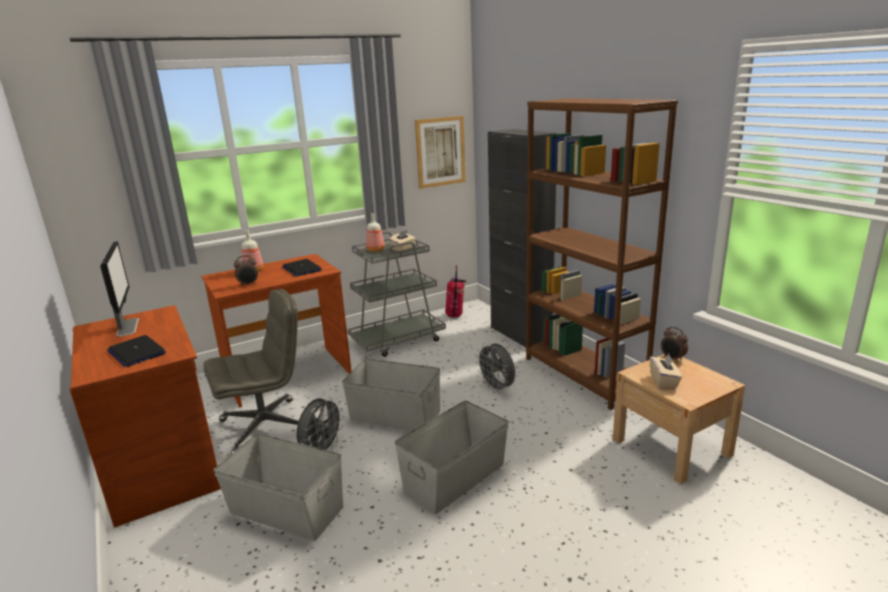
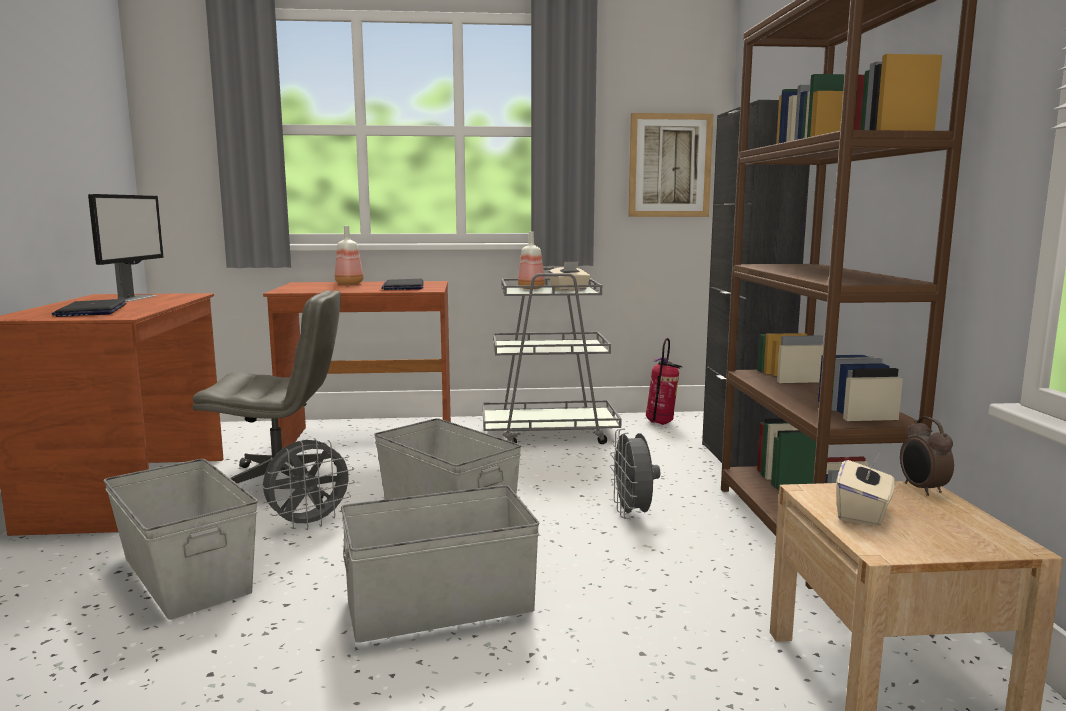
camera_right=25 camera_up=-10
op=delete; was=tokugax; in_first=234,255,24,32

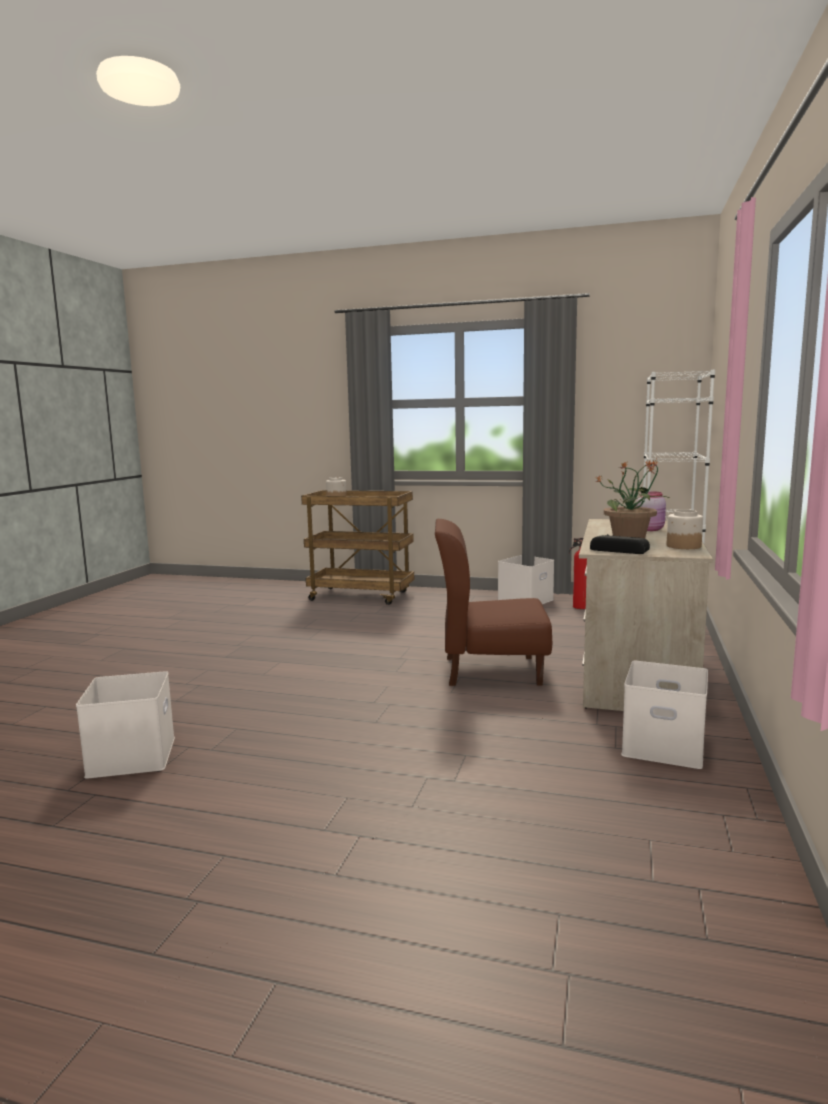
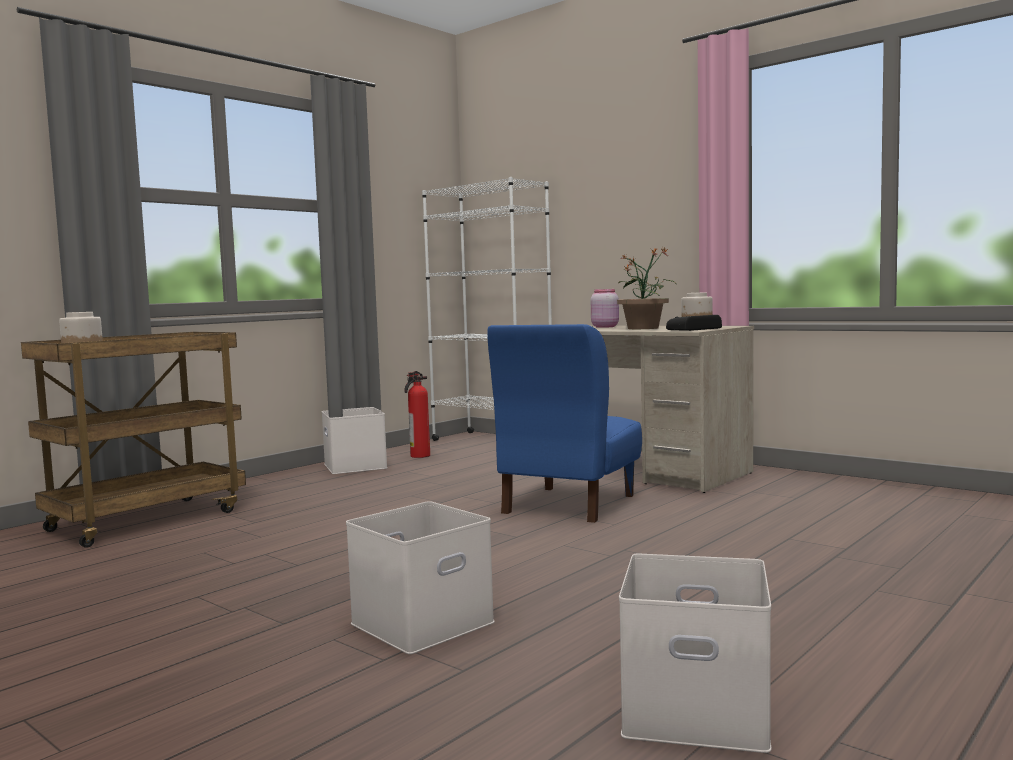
camera_right=-65 camera_up=-5
op=move; was=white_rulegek; in_first=621,661,87,108; in_second=346,501,149,153
op=recolor; was=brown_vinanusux; now=blue_vinanusux; in_first=435,519,117,167; in_second=487,324,155,199

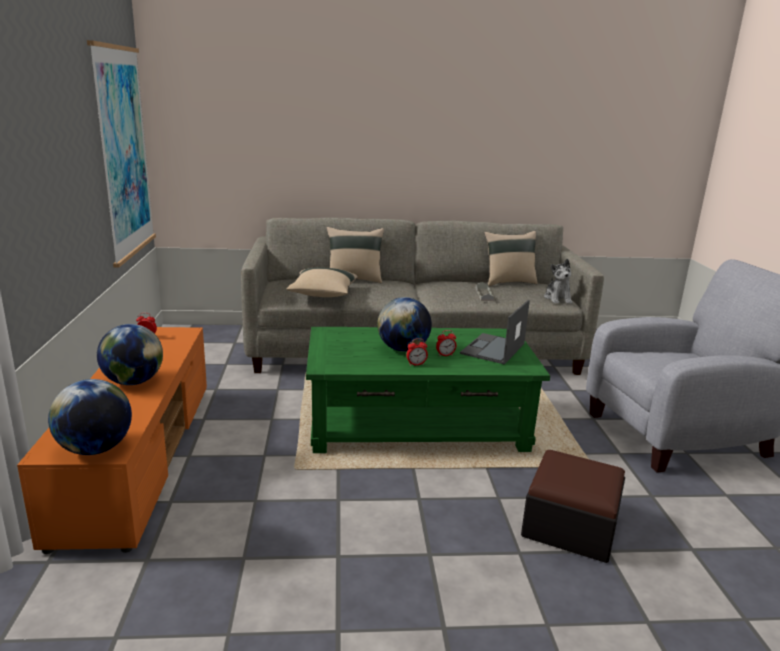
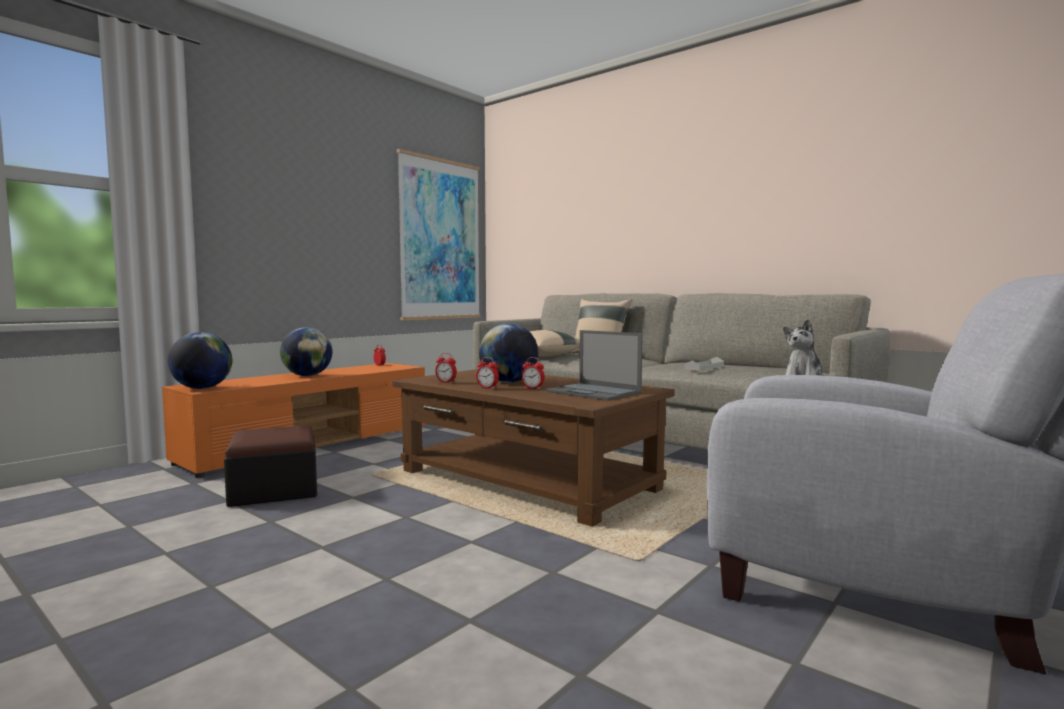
camera_right=45 camera_up=-15
op=move; was=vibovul; in_first=521,450,104,113; in_second=224,425,93,82
op=recolor; was=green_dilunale; now=brown_dilunale; in_first=306,327,244,126; in_second=392,369,283,158
op=insert; now=tokugax; in_second=435,353,22,29
op=rotate; was=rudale; in_first=460,300,70,64; in_second=545,330,98,71; clockwise=-120
op=delete; was=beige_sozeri; in_first=484,231,54,55

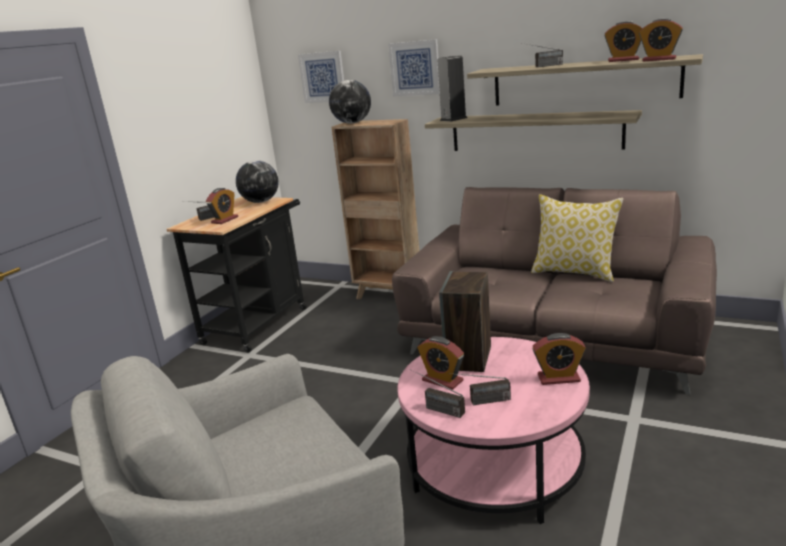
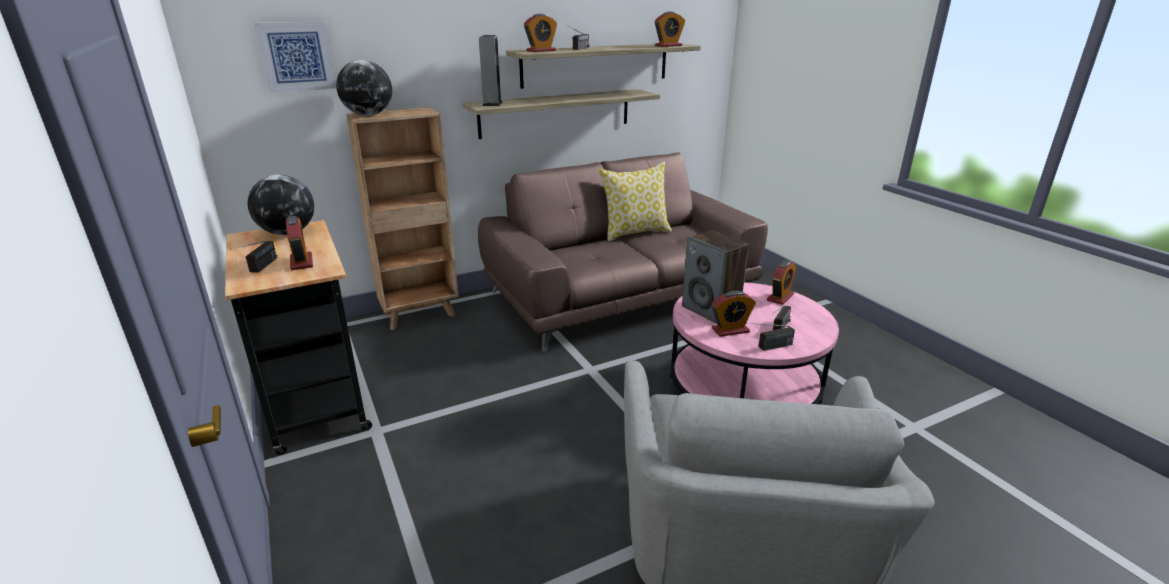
camera_right=-55 camera_up=5
op=move; was=tokugax; in_first=604,21,39,41; in_second=524,14,33,38
op=delete; was=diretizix; in_first=388,39,52,58

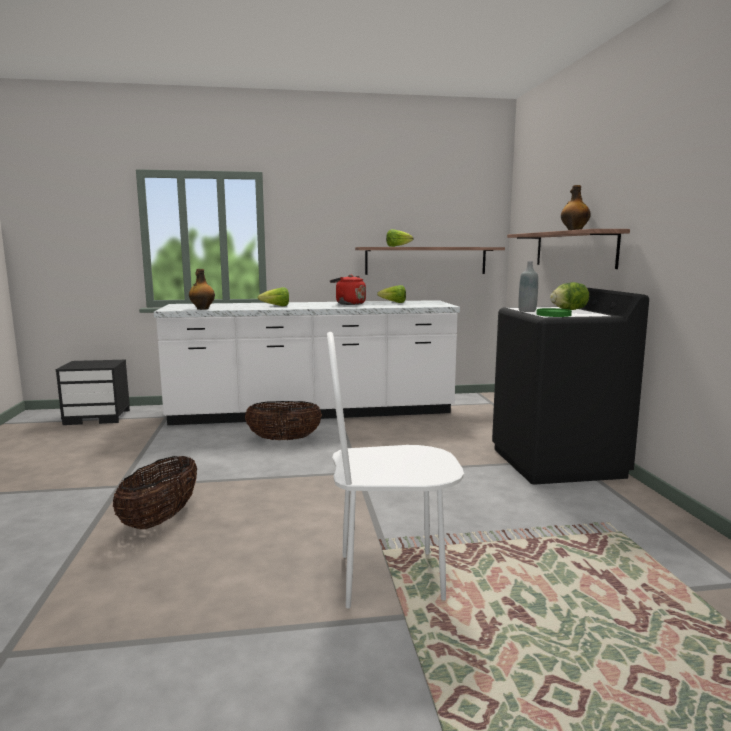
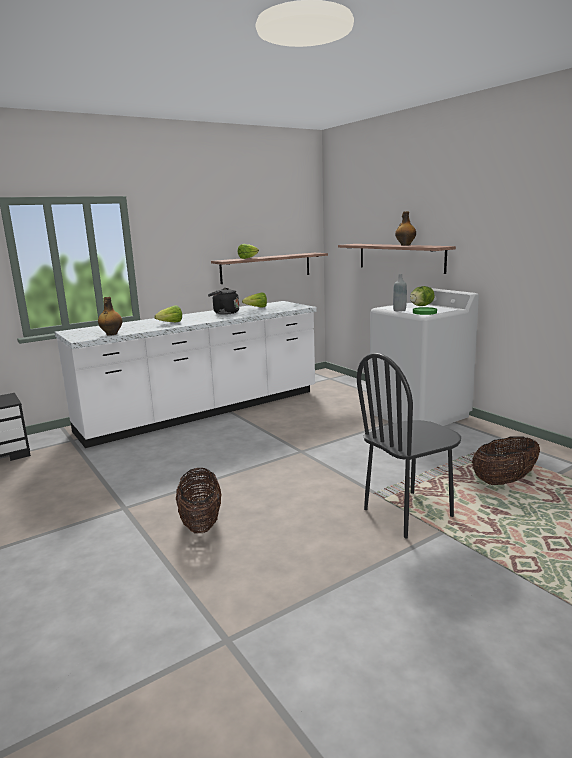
camera_right=-25 camera_up=5
op=recolor; was=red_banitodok; now=black_banitodok; in_first=330,275,36,30; in_second=208,288,31,27
op=recolor; was=white_vinanusux; now=black_vinanusux; in_first=327,332,137,277; in_second=357,353,104,185
op=recolor; was=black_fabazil; now=white_fabazil; in_first=492,288,157,196; in_second=370,288,109,138
op=move; was=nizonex; in_first=245,401,77,39; in_second=472,437,68,48

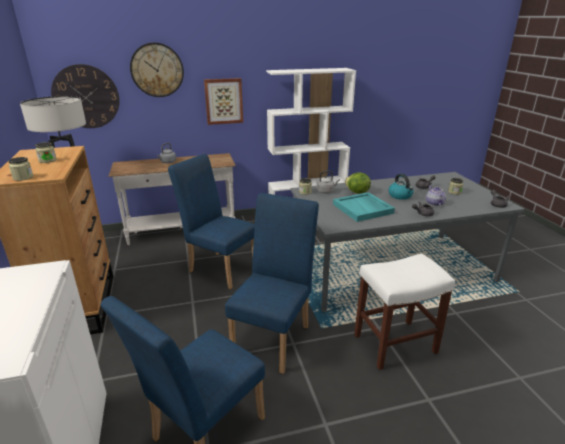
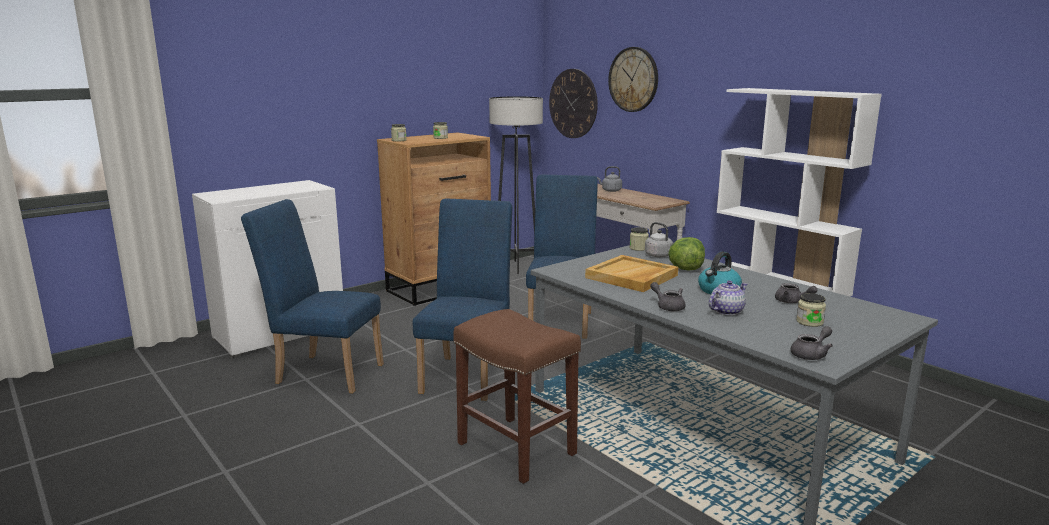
camera_right=65 camera_up=-10
op=rotate; was=blue_vinanusux; in_first=225,193,94,181; in_second=413,198,99,203; clockwise=-75
op=recolor; was=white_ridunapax; now=brown_ridunapax; in_first=354,253,101,117; in_second=453,309,128,175
op=recolor; was=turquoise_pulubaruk; now=beige_pulubaruk; in_first=333,192,62,30; in_second=585,255,93,37
op=delete; was=diretizix; in_first=204,78,39,47

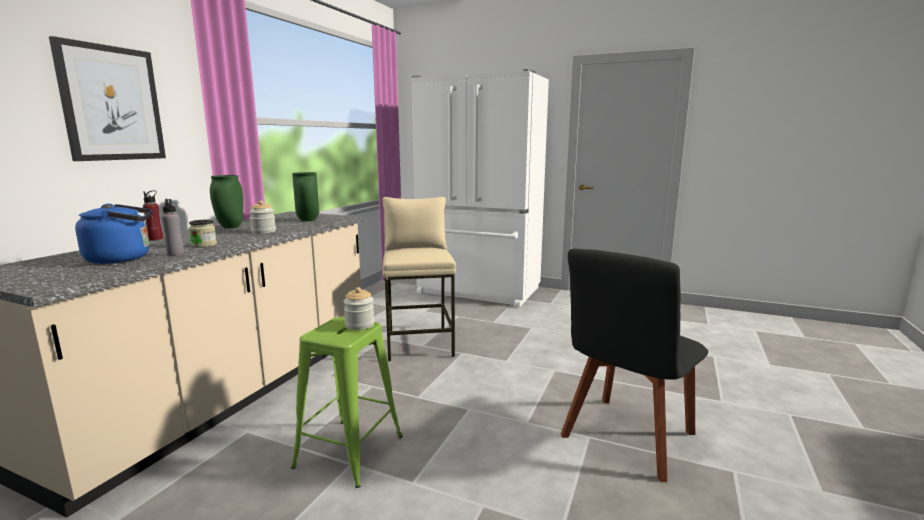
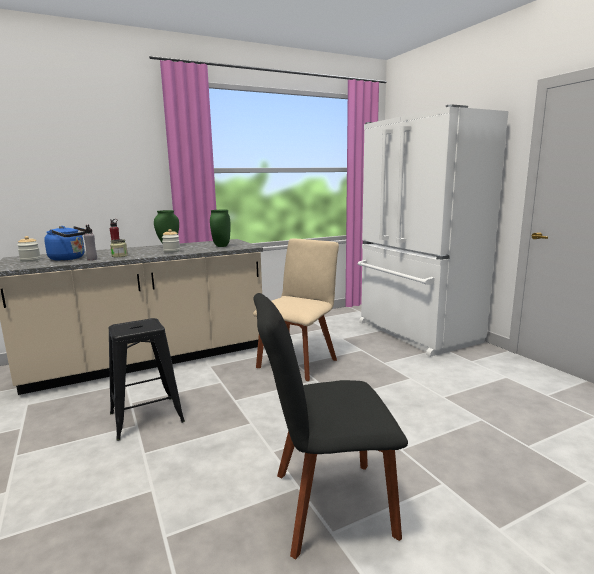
camera_right=40 camera_up=0
op=move; was=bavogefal; in_first=343,287,31,43; in_second=17,236,24,26
op=recolor; was=green_ridunapax; now=black_ridunapax; in_first=291,317,112,171; in_second=109,318,76,123
op=replace; was=beige_ridunapax; now=beige_vinanusux; in_first=383,197,73,164; in_second=253,239,86,142
op=delete; was=diretizix; in_first=49,36,117,125

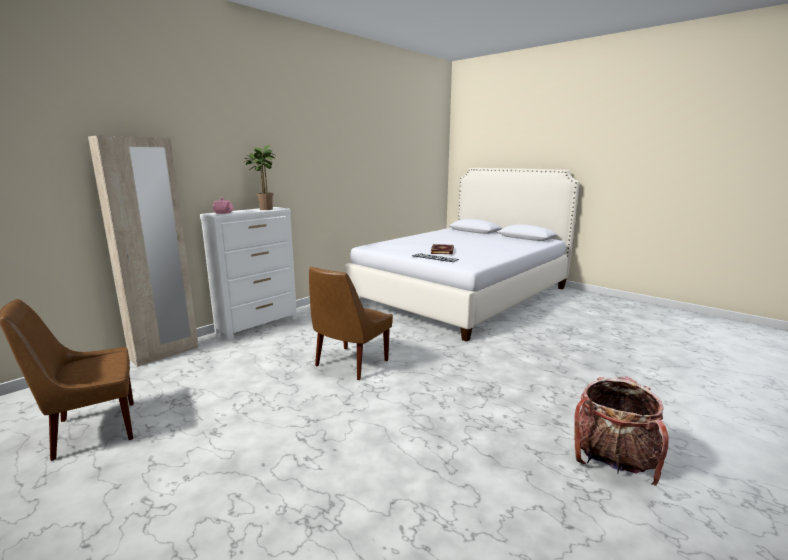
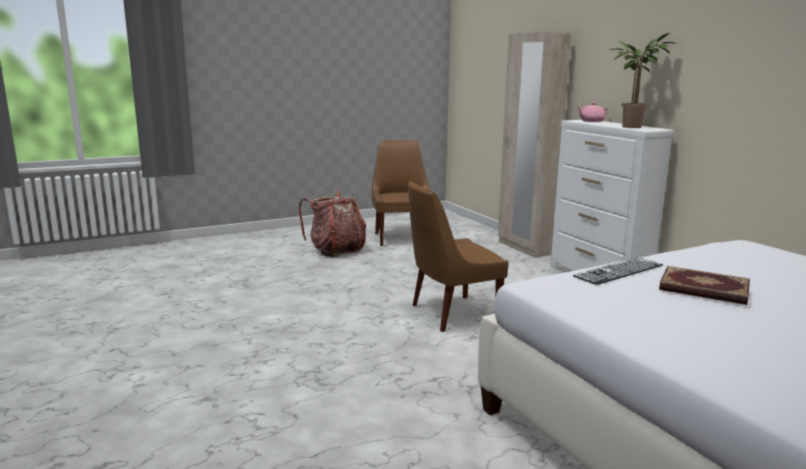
camera_right=110 camera_up=0
op=move; was=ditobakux; in_first=574,376,95,110; in_second=299,191,67,66
op=rotate; was=brown_vinanusux; in_first=309,267,84,113; in_second=408,181,101,151; clockwise=-75

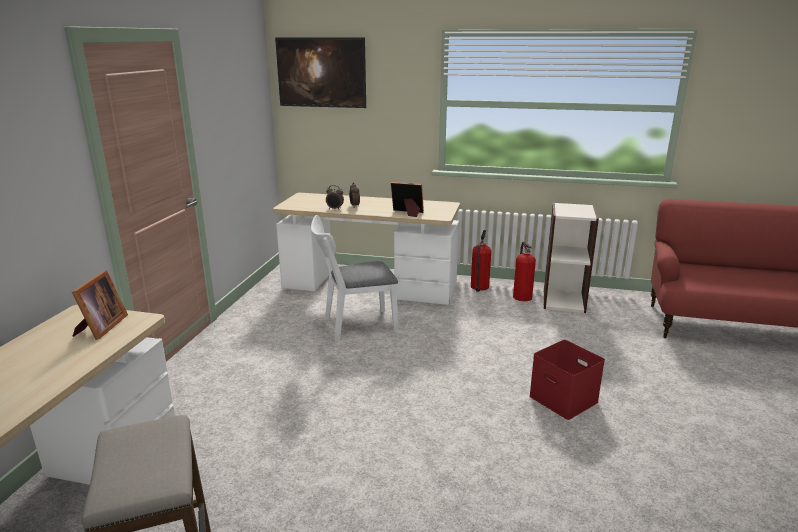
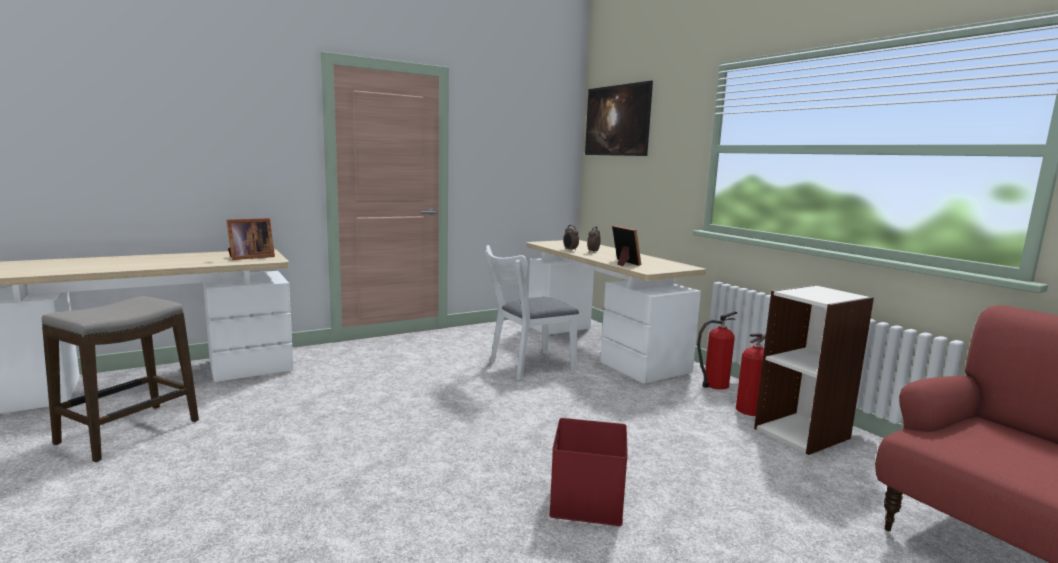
camera_right=45 camera_up=-10
op=rotate; was=white_vinanusux; in_first=311,215,87,127; in_second=485,245,94,135; clockwise=-60

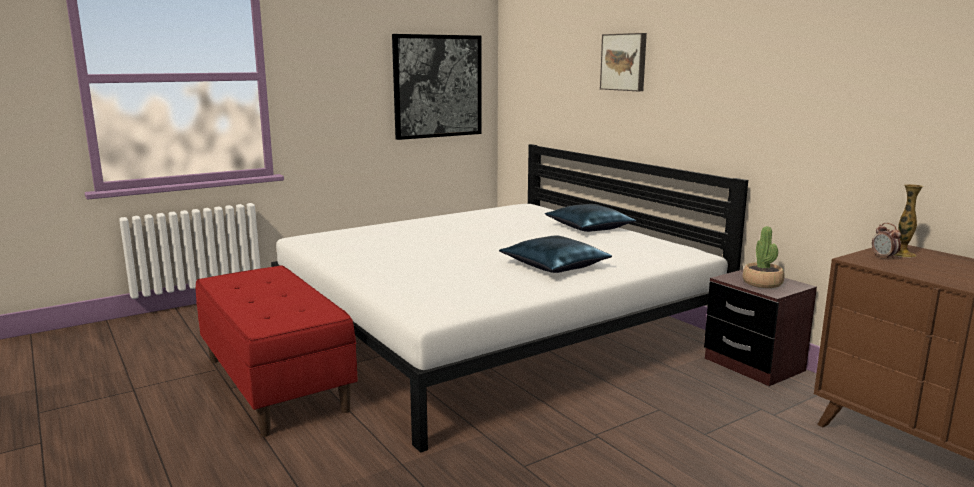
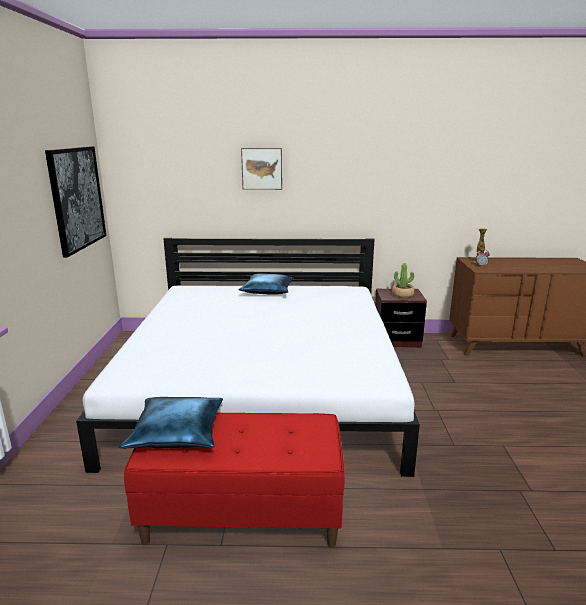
camera_right=-55 camera_up=5
op=move; was=blue_sozeri; in_first=499,235,113,38; in_second=118,397,105,52

